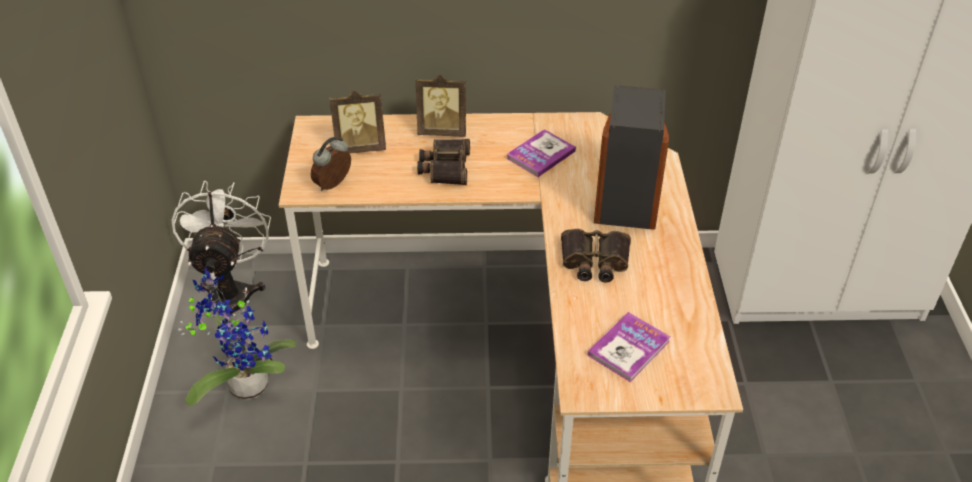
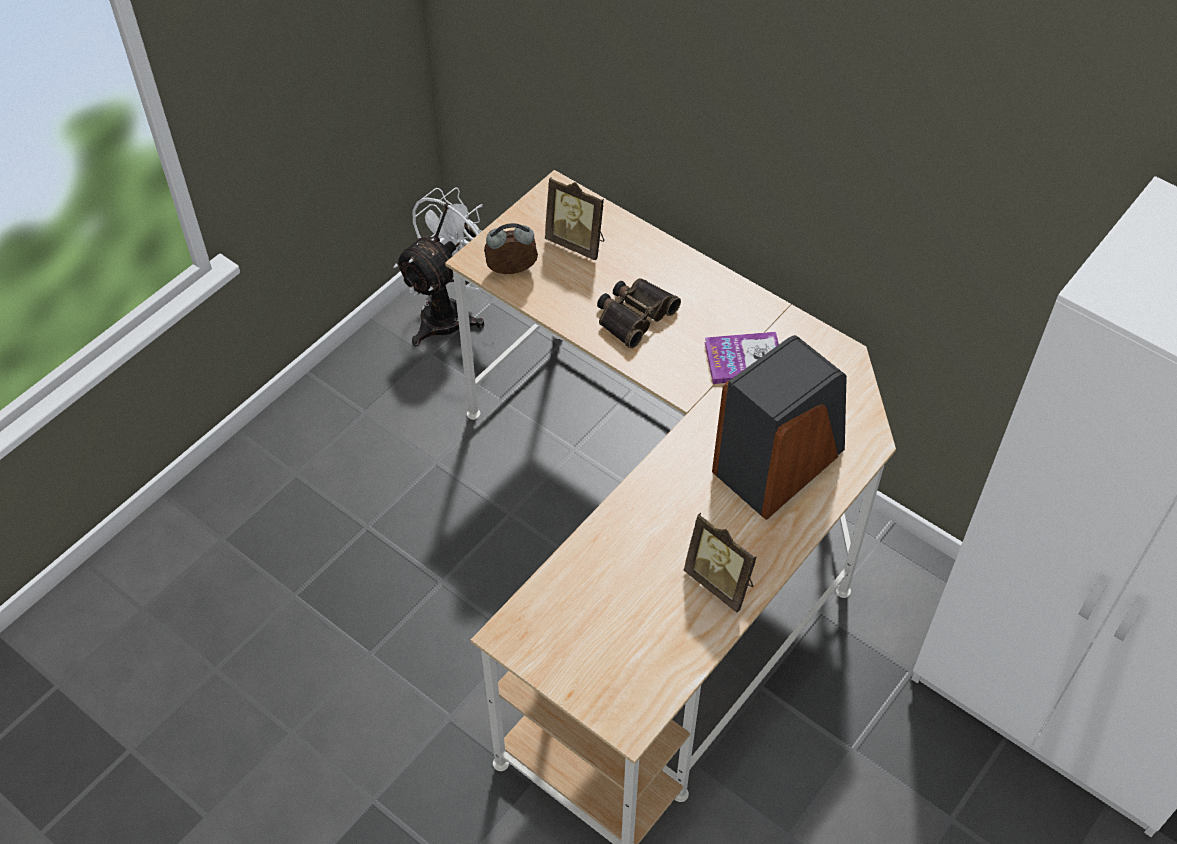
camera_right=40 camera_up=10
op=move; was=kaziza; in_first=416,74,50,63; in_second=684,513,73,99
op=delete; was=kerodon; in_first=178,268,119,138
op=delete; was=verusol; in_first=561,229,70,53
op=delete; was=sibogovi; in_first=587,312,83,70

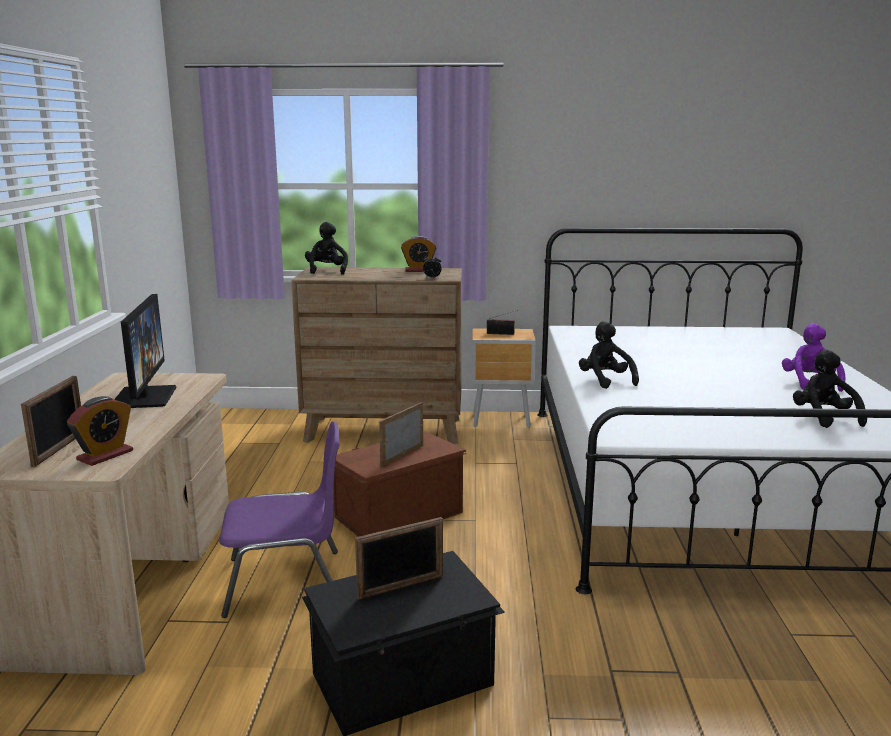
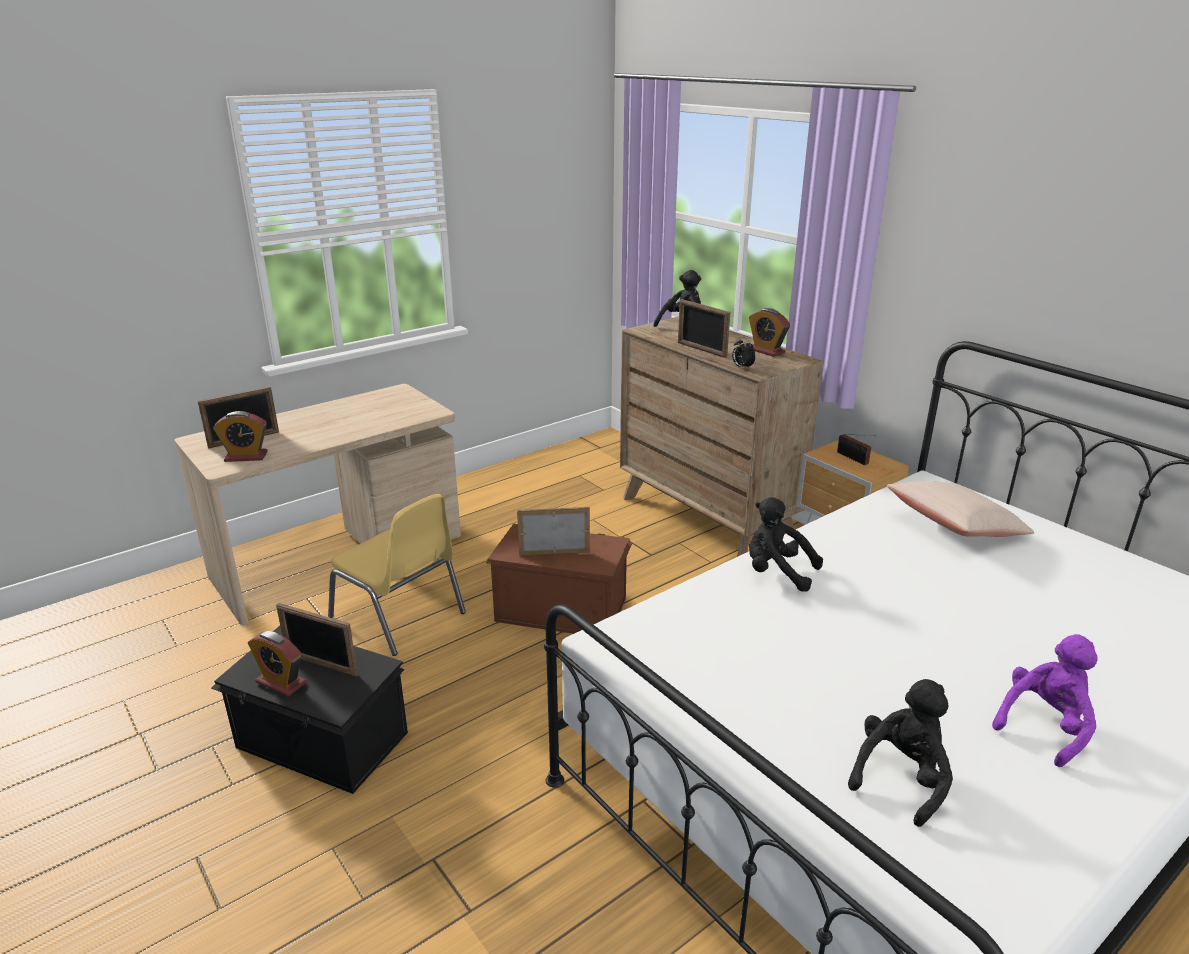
camera_right=50 camera_up=10
op=insert; now=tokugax; in_second=248,631,59,66
op=recolor; was=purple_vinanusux; now=yellow_vinanusux; in_first=219,421,121,197; in_second=328,494,138,162
op=insert; now=kaziza; in_second=678,299,52,59
op=rotate; was=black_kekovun; in_first=579,321,60,68; in_second=749,497,74,95; clockwise=-90
op=insert; now=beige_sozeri; in_second=887,481,147,56
op=delete; was=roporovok; in_first=114,294,62,114

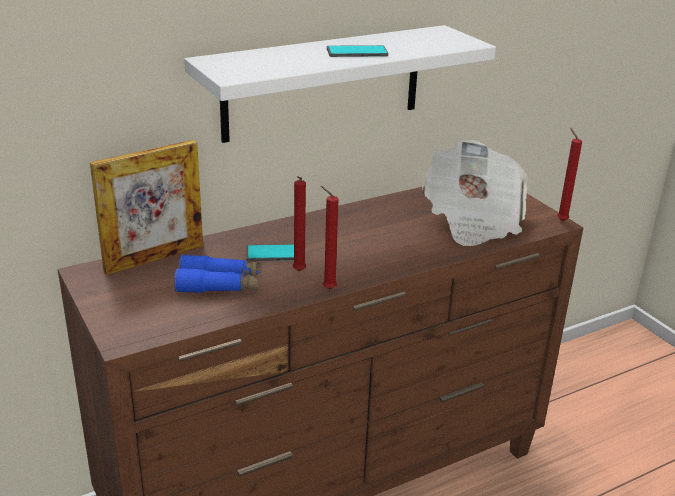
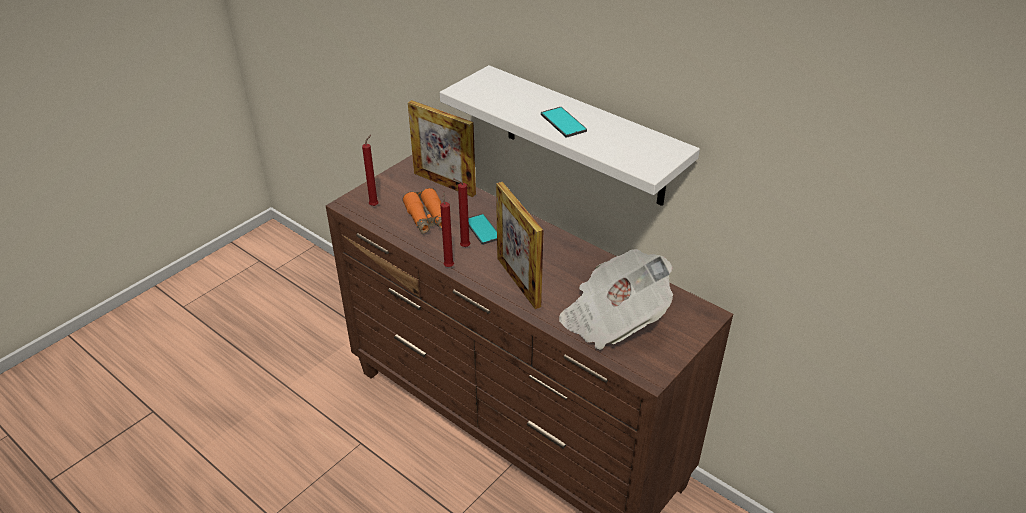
camera_right=70 camera_up=10
op=move; was=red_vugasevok; in_first=557,128,25,93; in_second=362,135,17,71
op=recolor; was=blue_verusol; now=orange_verusol; in_first=174,255,87,38; in_second=402,188,40,46
op=insert; now=kaziza; in_second=496,182,47,127

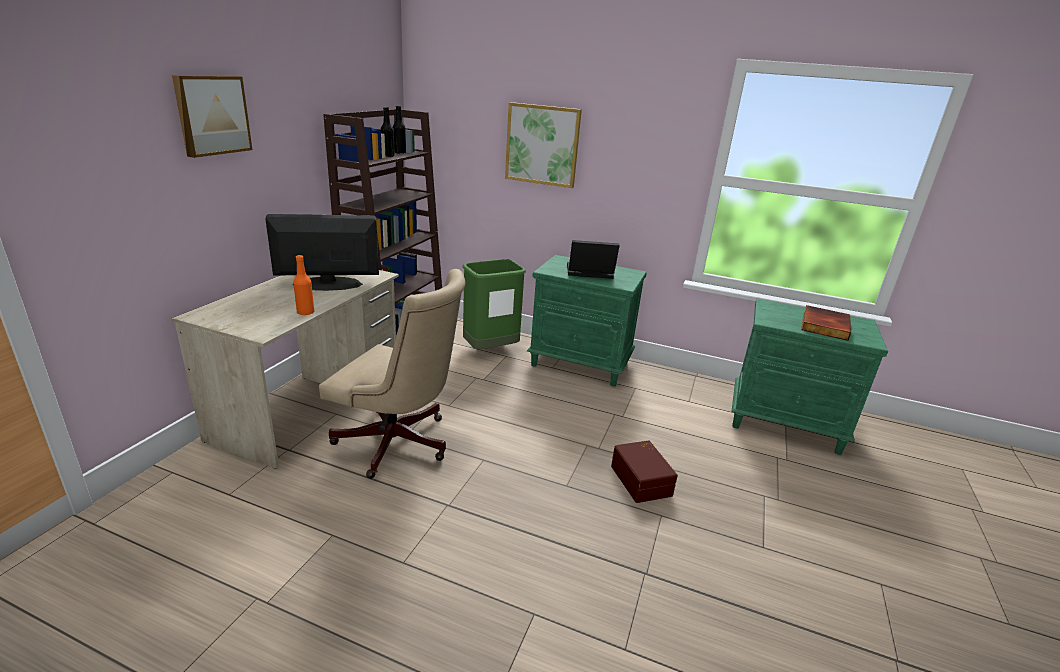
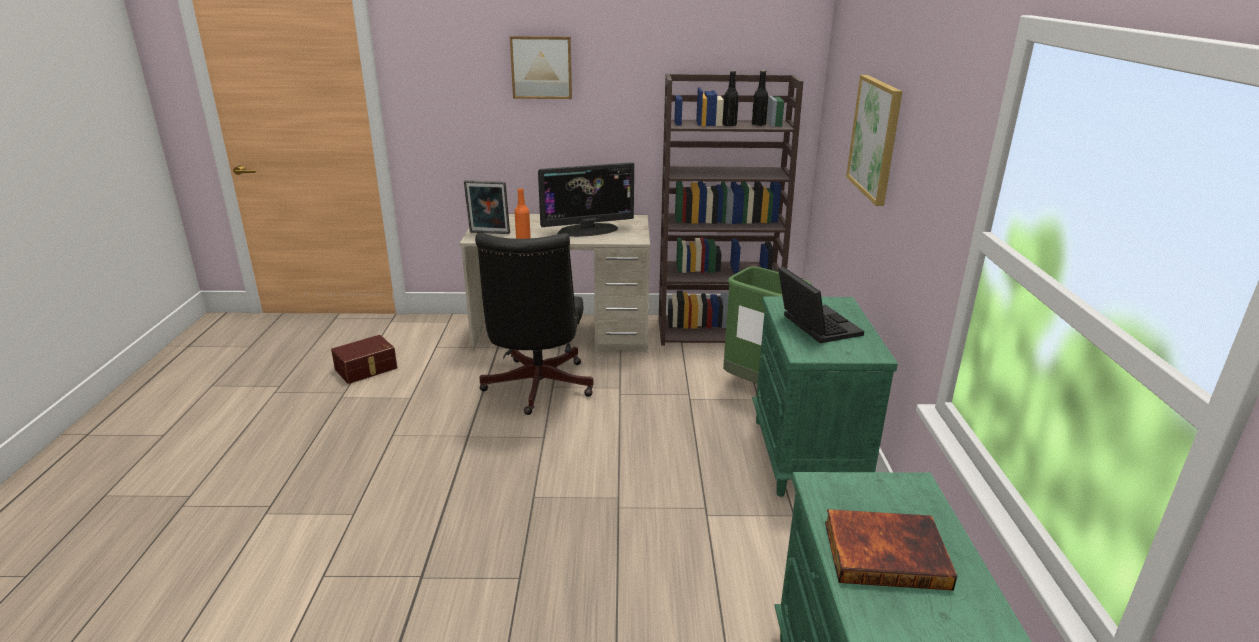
camera_right=70 camera_up=0
op=move; was=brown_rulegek; in_first=611,440,67,63; in_second=331,335,66,49
op=insert; now=kaziza; in_second=464,180,46,54
op=recolor; was=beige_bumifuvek; now=black_bumifuvek; in_first=319,269,146,210; in_second=475,233,119,182
op=rotate; was=roporovok; in_first=265,214,114,77; in_second=538,162,96,75; clockwise=105

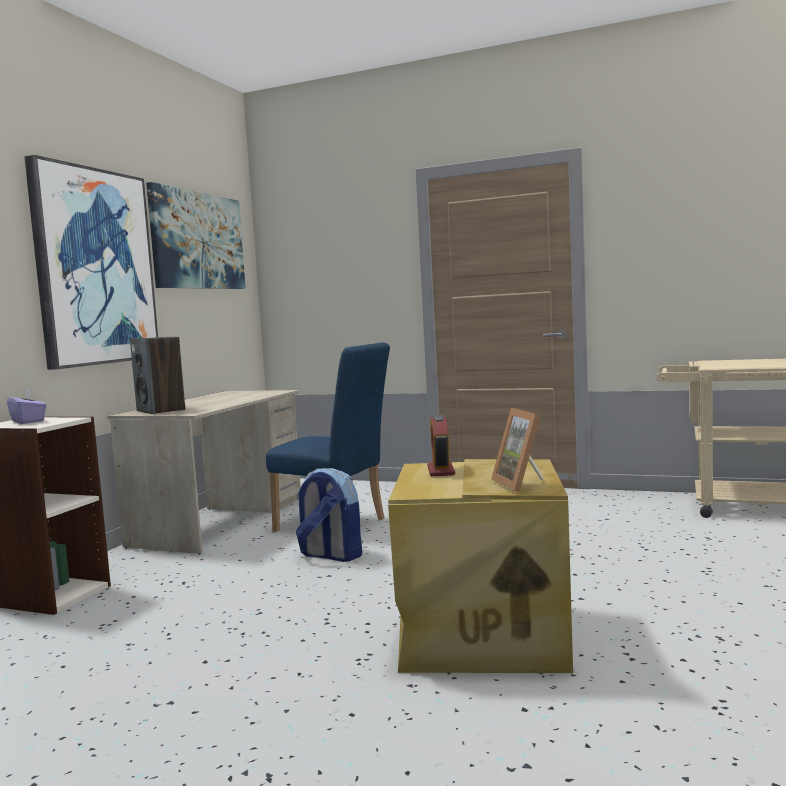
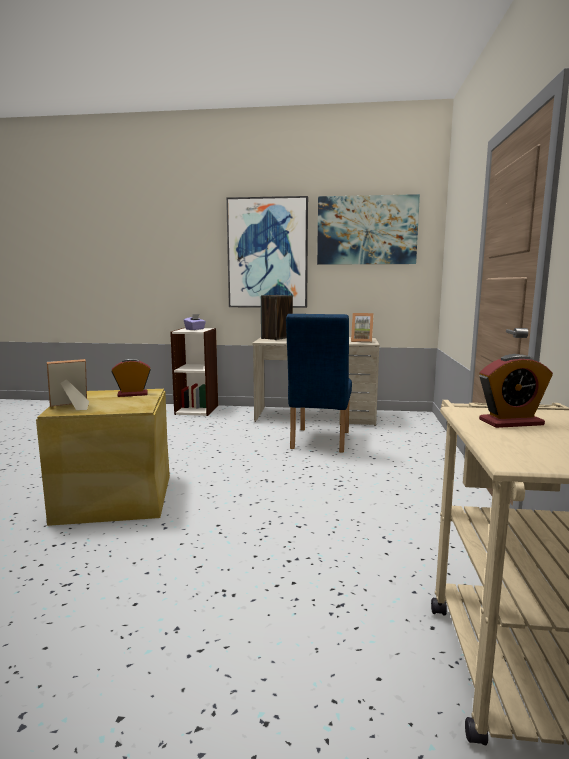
camera_right=75 camera_up=5
op=insert; now=kaziza; in_second=351,313,23,29
op=insert; now=tokugax; in_second=479,354,74,74
op=delete; was=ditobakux; in_first=296,468,66,94

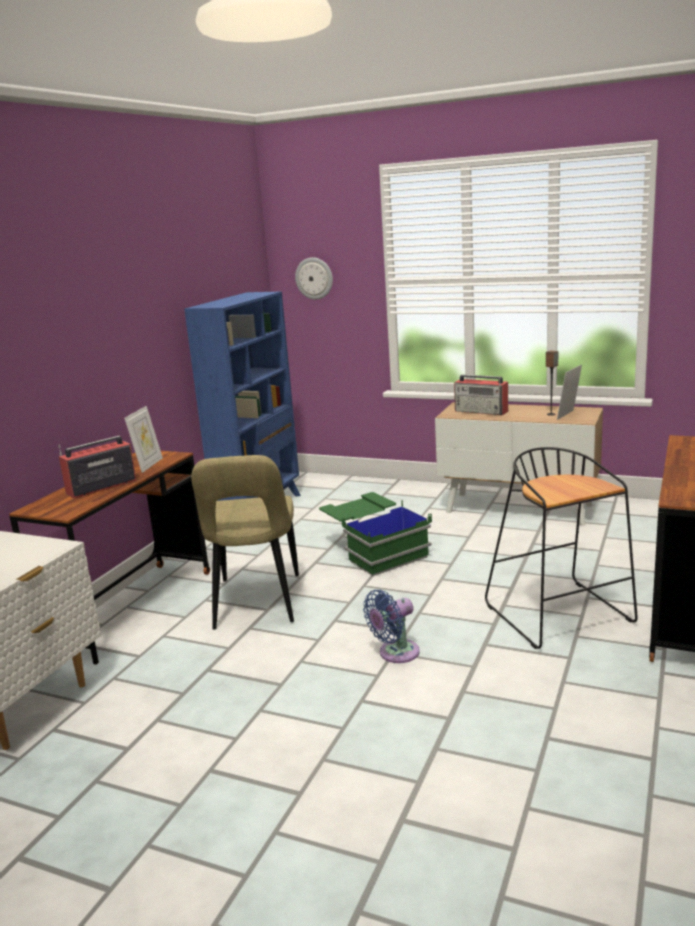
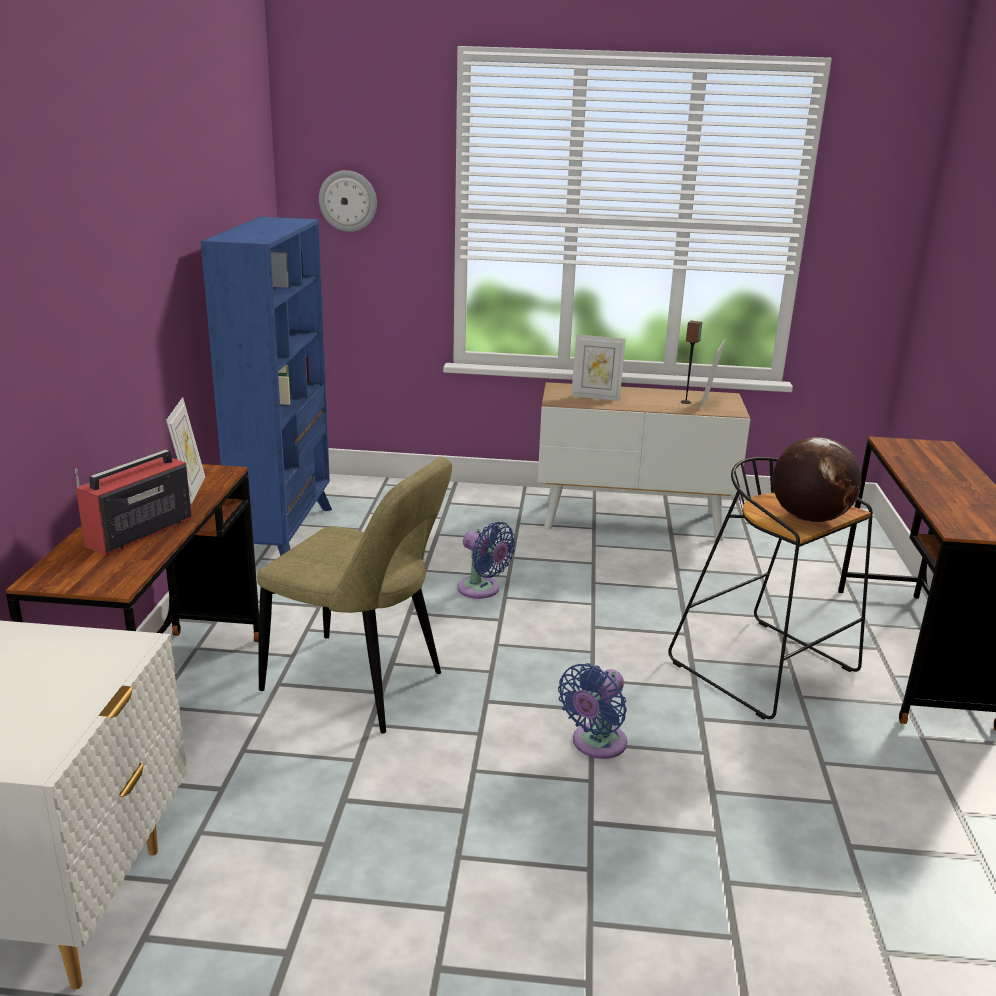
camera_right=-20 camera_up=5
op=rotate; was=beige_vinanusux; in_first=191,455,108,175; in_second=257,457,195,277; clockwise=-45
op=replace; was=green_rulegek; now=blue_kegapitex; in_first=319,492,113,84; in_second=458,522,58,77
op=replace; was=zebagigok; now=kaziza; in_first=454,375,54,40; in_second=571,334,55,67
op=insert; now=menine; in_second=772,437,89,86

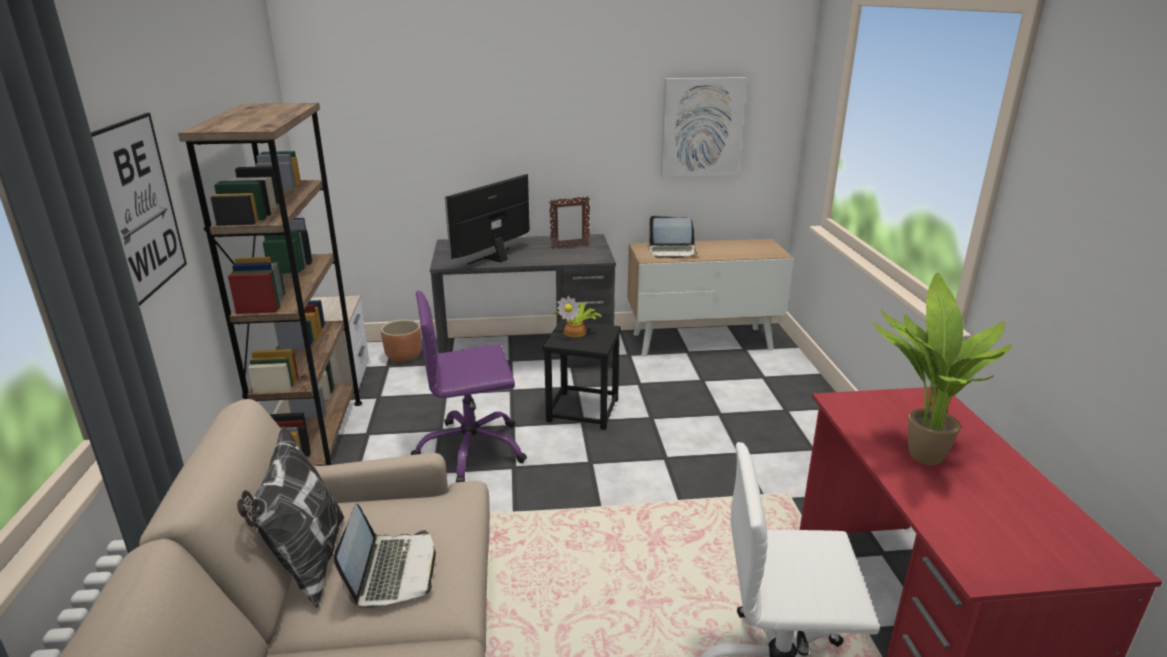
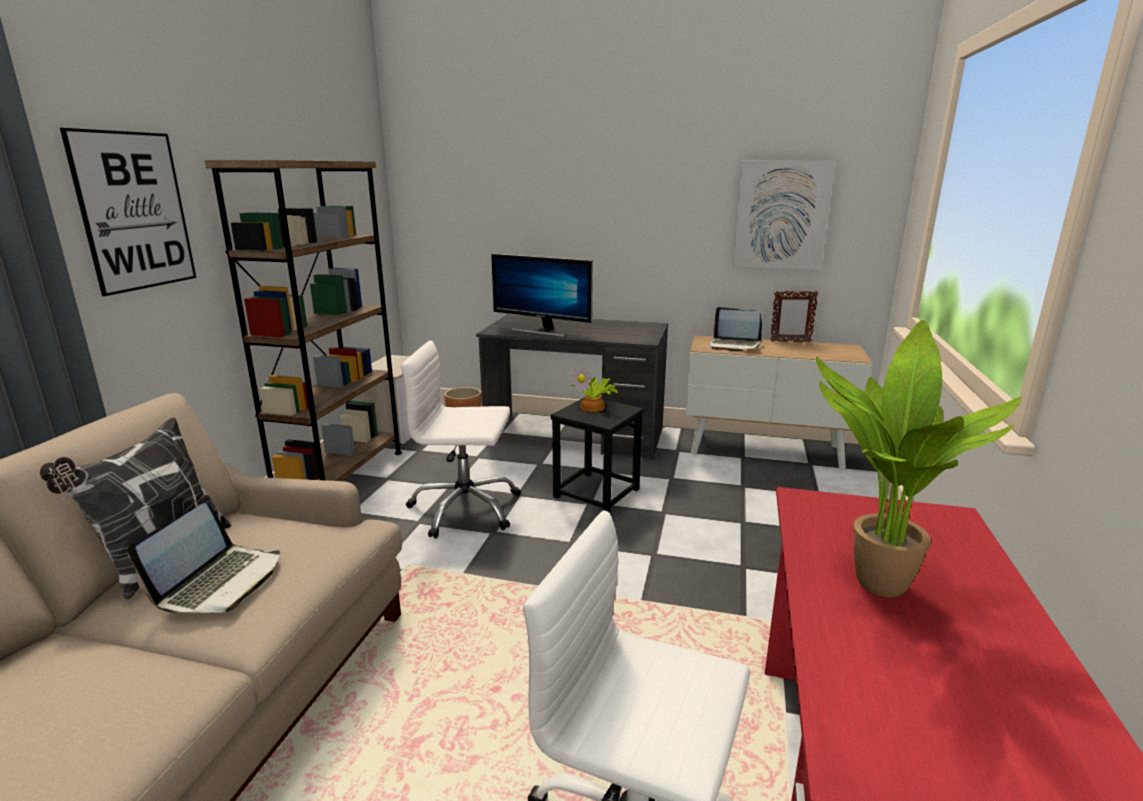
camera_right=20 camera_up=-5
op=recolor; was=purple_bumifuvek; now=white_bumifuvek; in_first=411,291,116,192; in_second=401,341,120,197
op=rotate; was=roporovok; in_first=445,174,85,91; in_second=491,253,102,84; clockwise=-120
op=move; was=kaziza; in_first=549,196,41,53; in_second=770,290,49,53

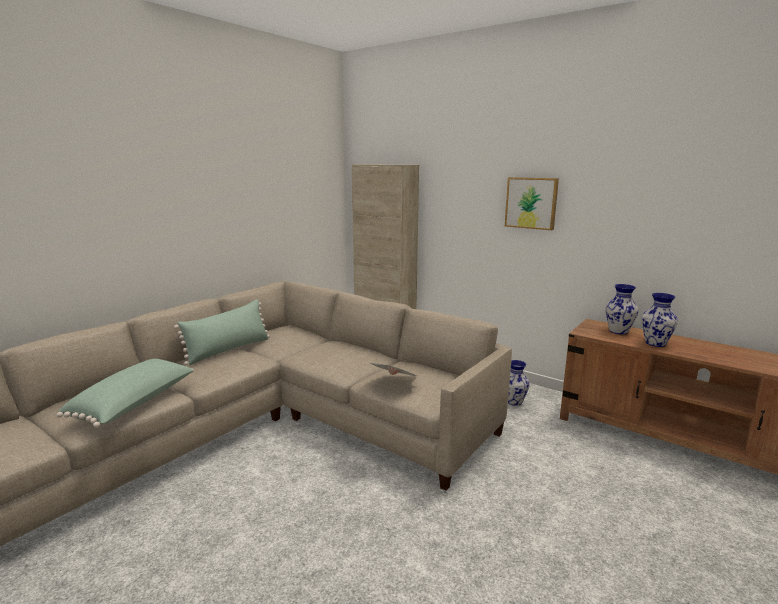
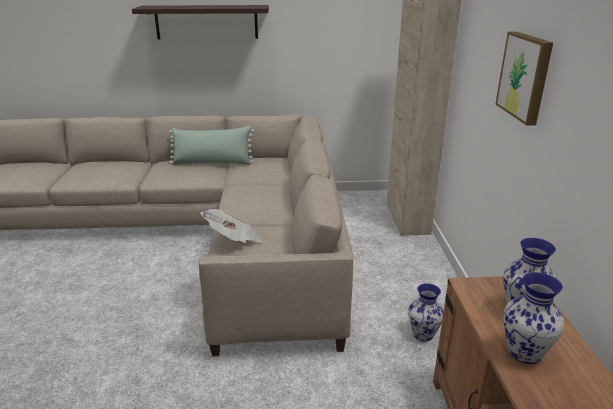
camera_right=50 camera_up=10
op=insert; now=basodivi; in_second=132,5,137,35
op=delete; was=green_sozeri; in_first=56,359,138,69

